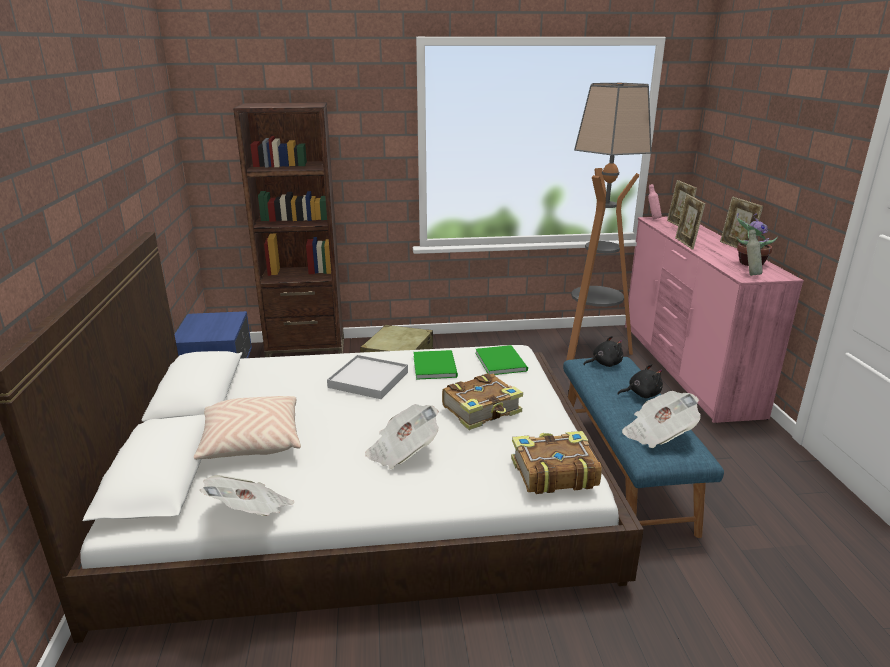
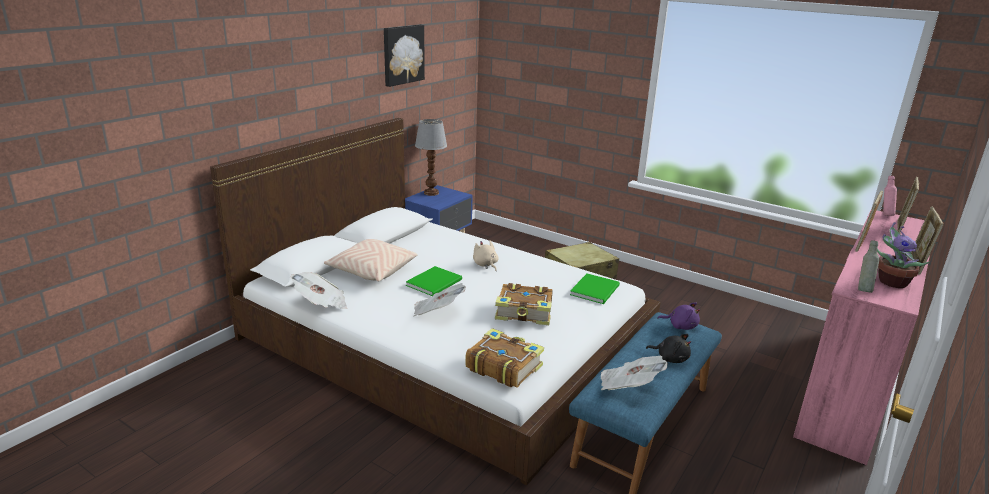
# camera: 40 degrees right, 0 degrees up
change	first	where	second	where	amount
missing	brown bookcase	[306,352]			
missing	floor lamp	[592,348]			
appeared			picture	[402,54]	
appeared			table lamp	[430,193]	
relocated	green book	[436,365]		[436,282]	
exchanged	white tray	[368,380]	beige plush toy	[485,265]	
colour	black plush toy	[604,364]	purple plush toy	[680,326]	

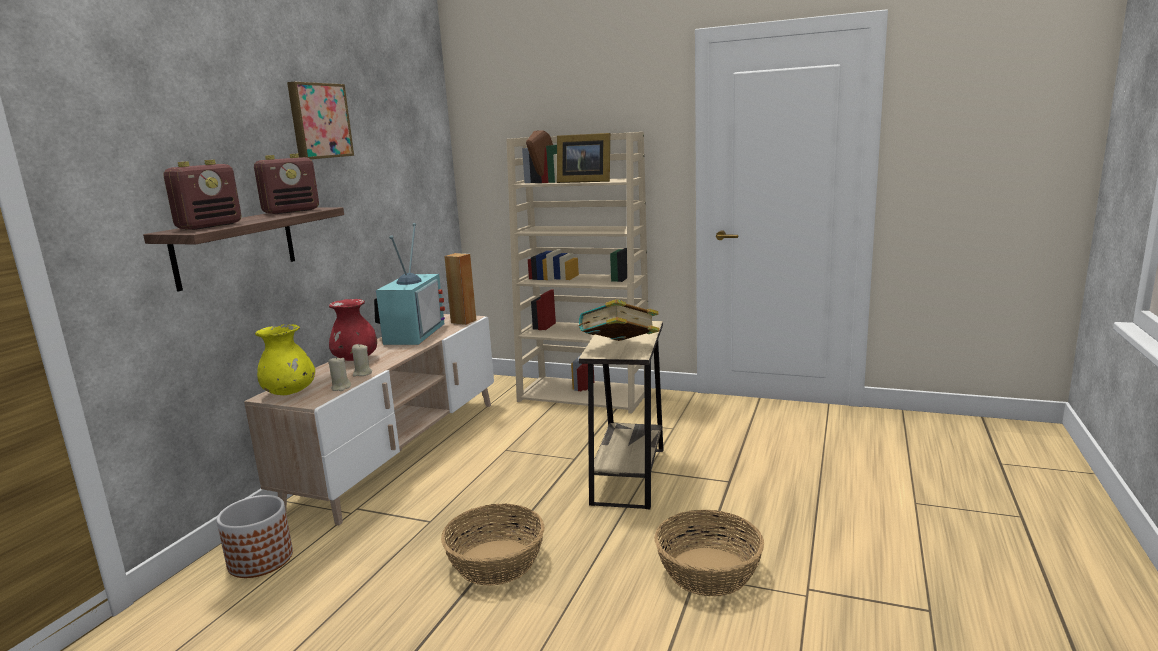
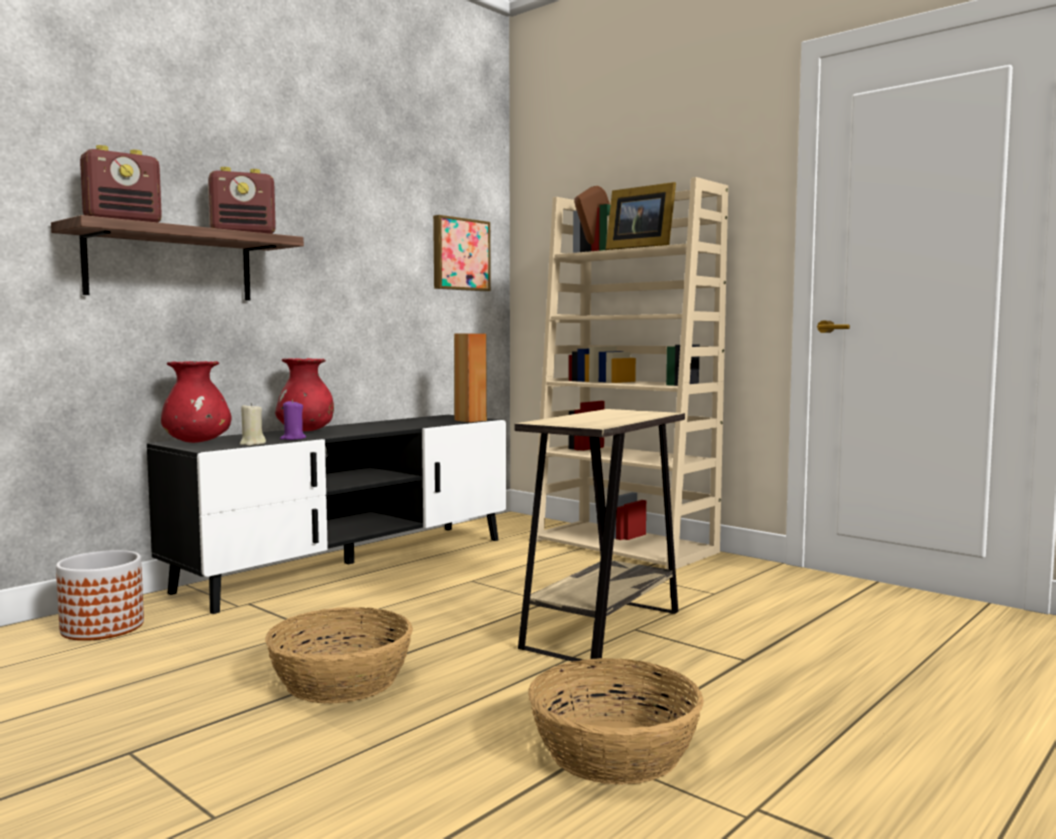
# camera: 20 degrees right, 10 degrees down
change	first	where	second	where	amount
missing	television	[411,333]			
missing	book	[619,348]			
relocated	picture	[319,121]		[459,254]	
colour	beige tv stand	[400,451]	black tv stand	[351,563]	
colour	yellow vase	[290,393]	red vase	[198,442]	
colour	beige candle	[362,373]	purple candle	[293,438]	

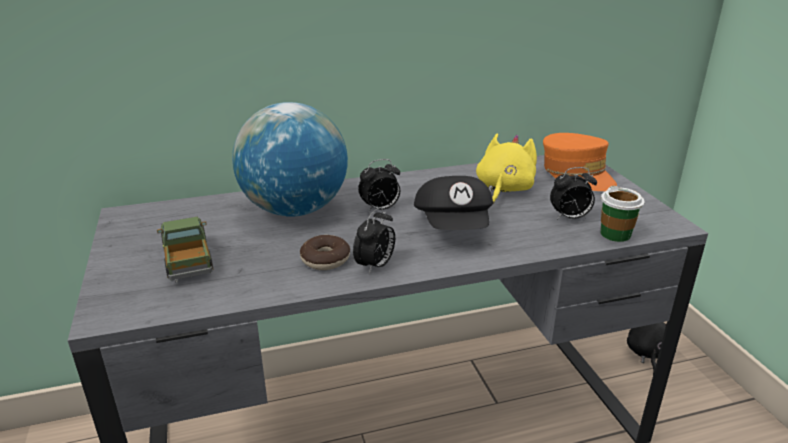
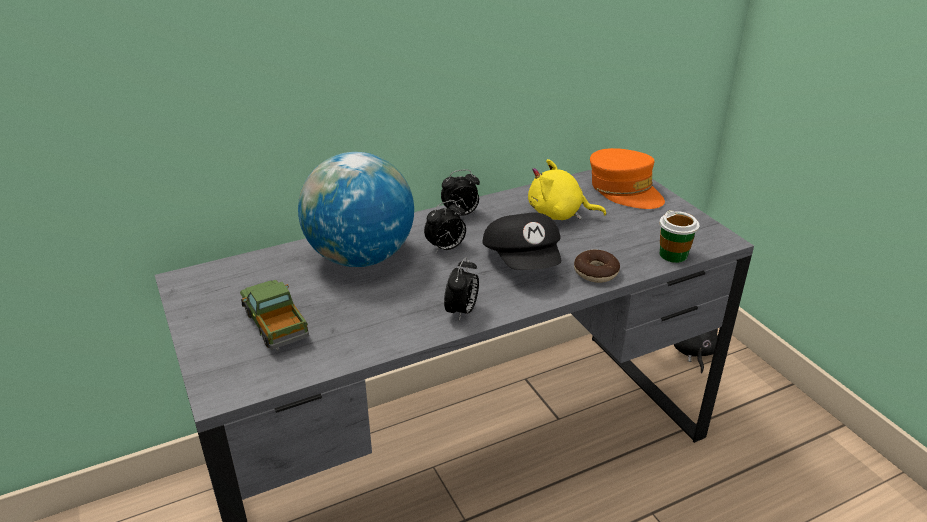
# camera: 10 degrees left, 5 degrees up
change	first	where	second	where	amount
relocated	donut	[325,259]		[596,272]	
relocated	alarm clock	[569,218]		[460,215]	
spun	yellow plush toy	[503,189]		[559,214]	90 degrees counterclockwise

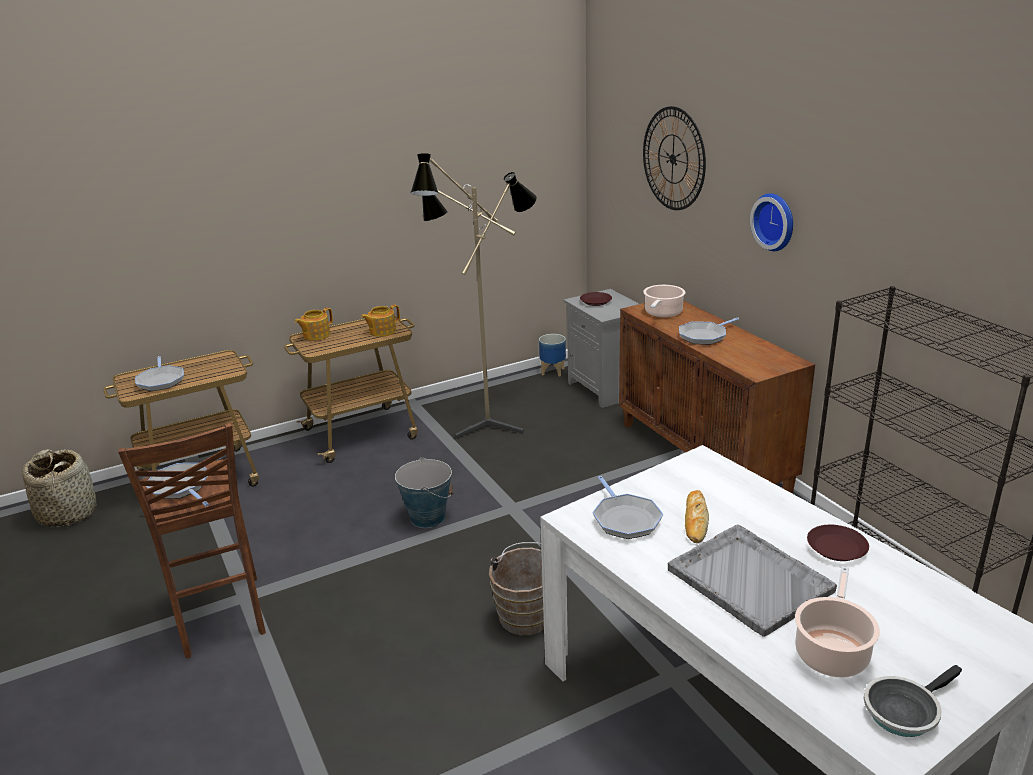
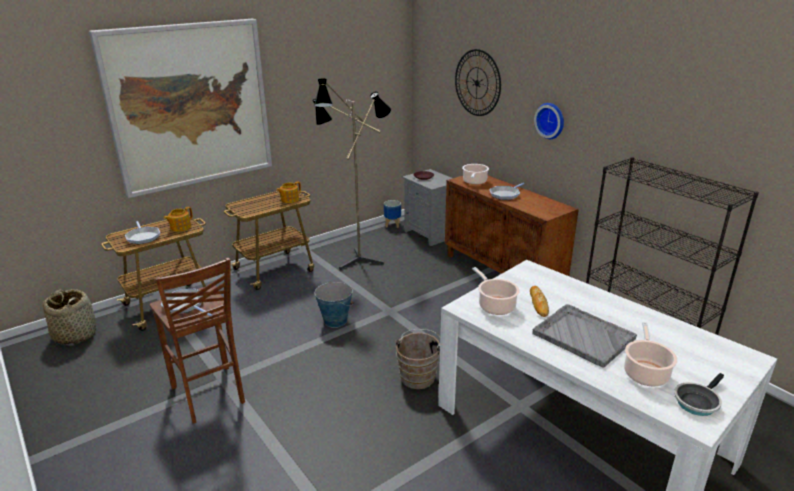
# camera: 10 degrees left, 0 degrees up
change	first	where	second	where	amount
missing	brown plate	[837,548]			
appeared			picture	[190,106]	
relocated	teapot	[316,335]		[180,227]	
exchanged	frying pan	[625,519]	cooking pot	[495,305]	

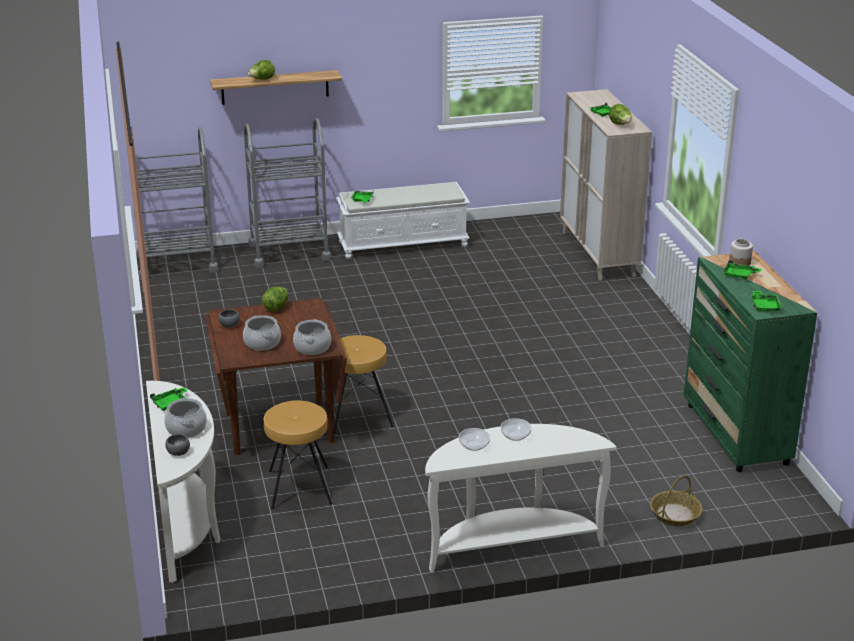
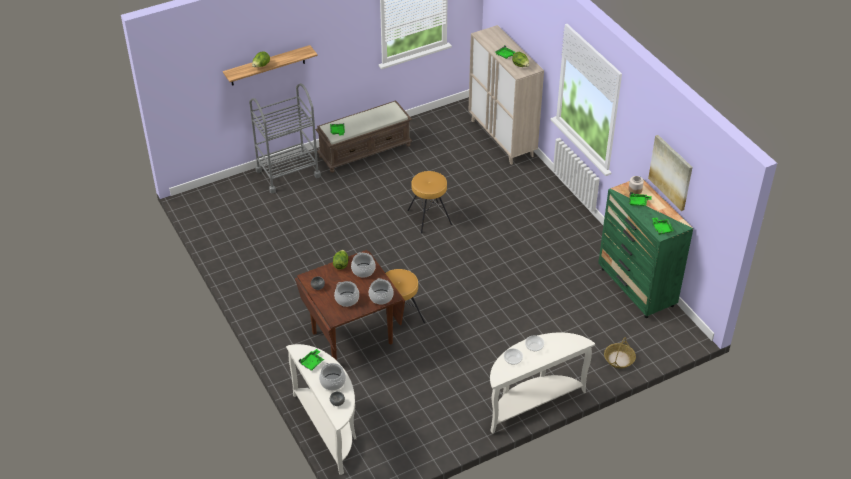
# camera: 15 degrees left, 15 degrees up
change	first	where	second	where	amount
missing	grey cart	[177,263]			
appeared			cooking pot	[363,270]	
appeared			picture	[671,172]	
relocated	brown stool	[299,487]		[429,217]	
colour	white bench	[403,243]	brown bench	[365,150]	

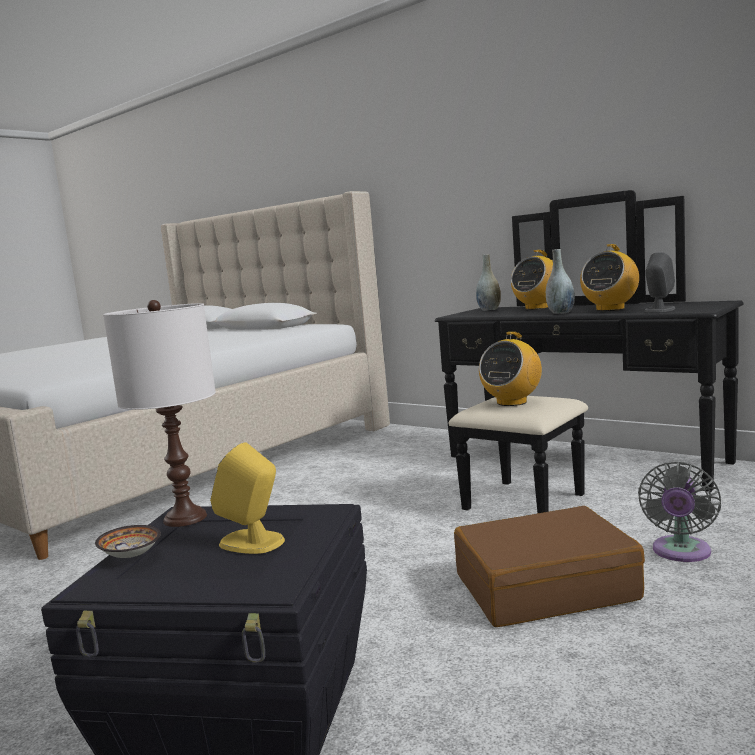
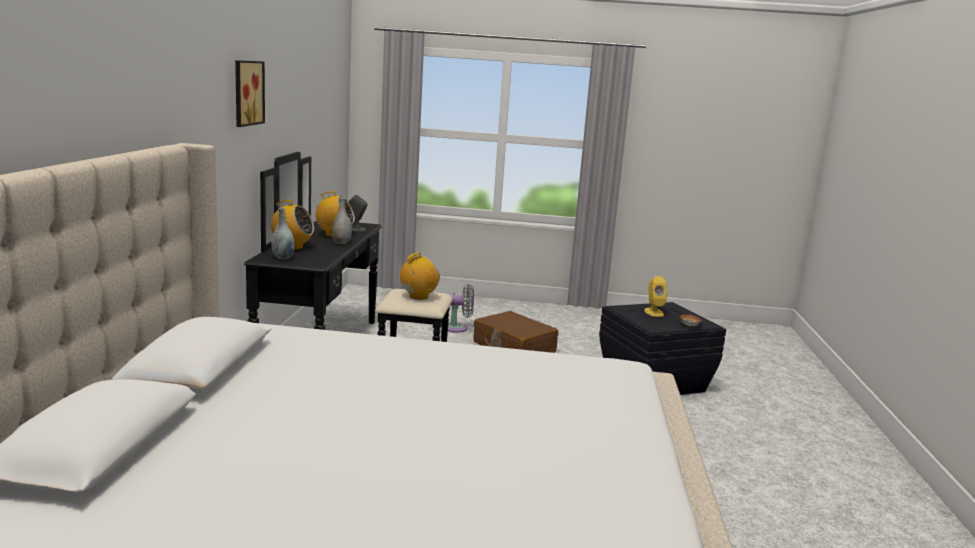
# camera: 125 degrees left, 5 degrees up
change	first	where	second	where	amount
missing	white table lamp	[185,518]			
appeared			picture	[246,92]	
spun	radio	[512,402]		[418,296]	45 degrees counterclockwise

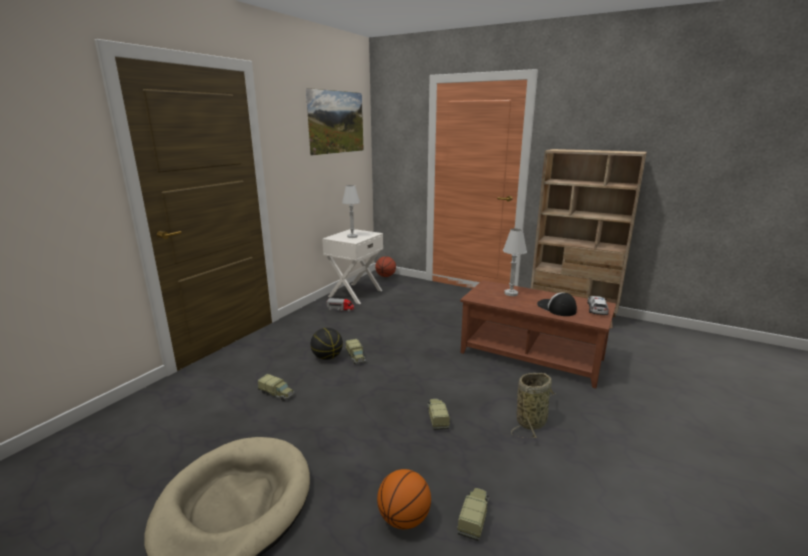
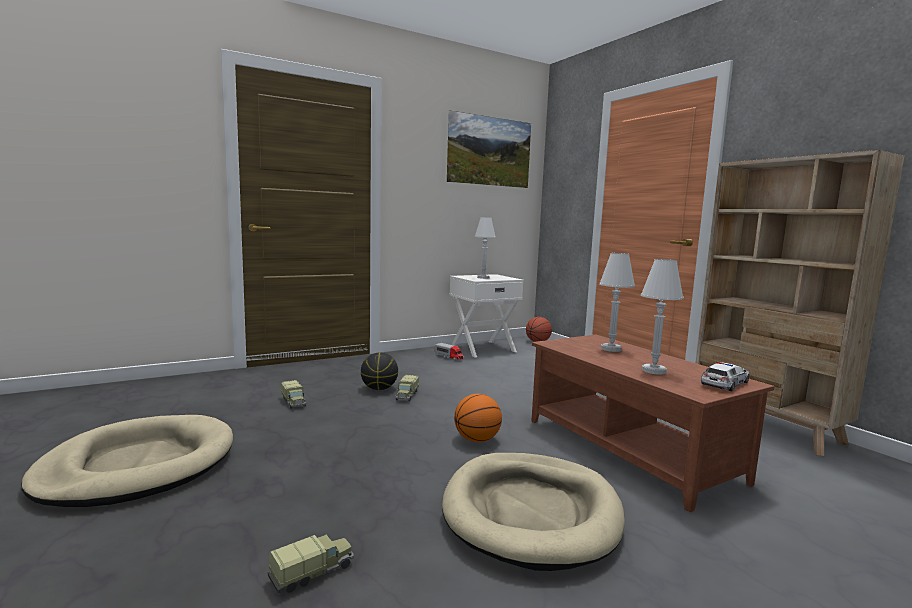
# camera: 30 degrees right, 10 degrees down
change	first	where	second	where	amount
missing	toy truck	[437,418]			
relocated	basketball	[404,518]		[477,440]	
exchanged	basket	[532,421]	beige dog bed	[531,512]	
exchanged	cap	[556,308]	white table lamp	[654,371]	

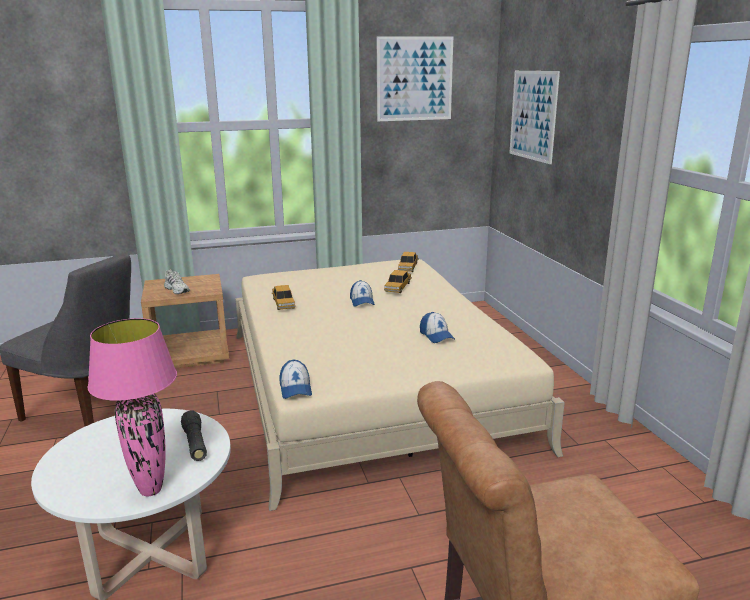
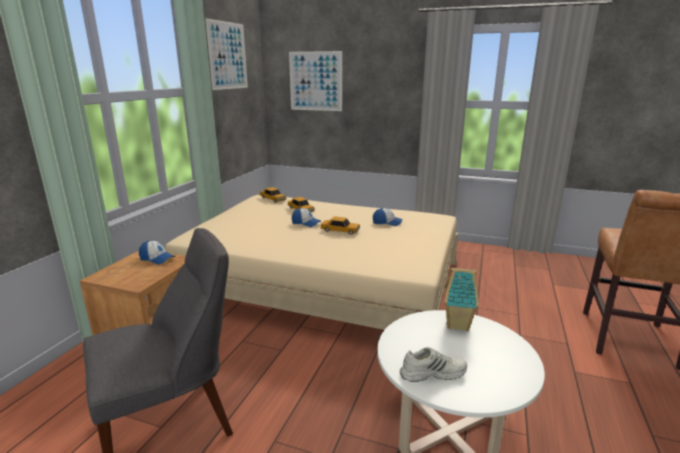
# camera: 55 degrees left, 0 degrees up
change	first	where	second	where	amount
missing	pink table lamp	[150,490]			
relocated	white shoe	[177,290]		[432,372]	
relocated	toy car	[283,303]		[340,230]	
relocated	cap	[295,388]		[157,259]	
exchanged	black flashlight	[195,444]	toy house	[458,324]	

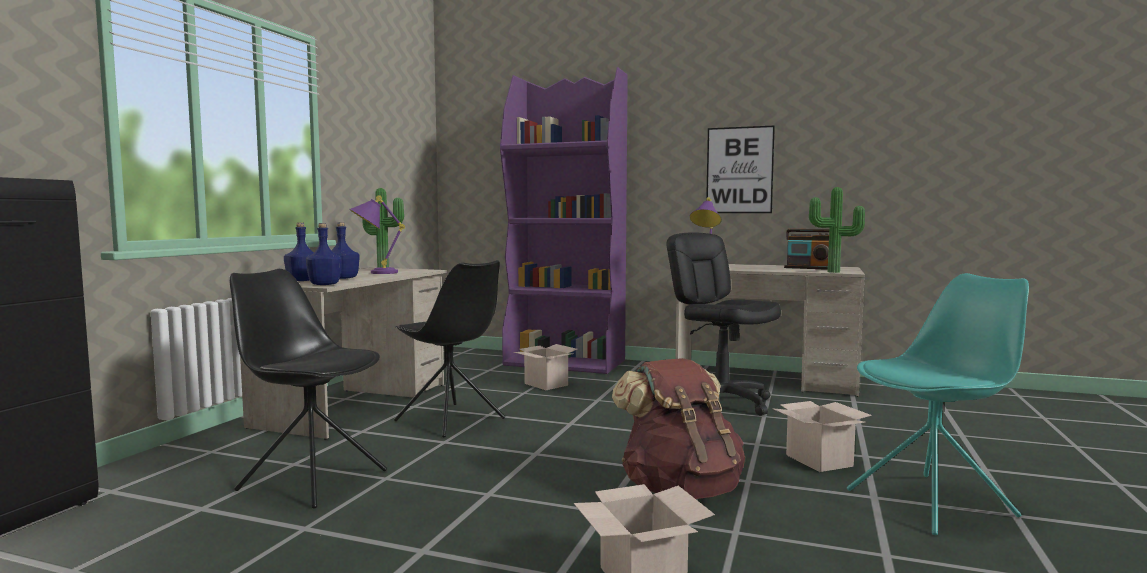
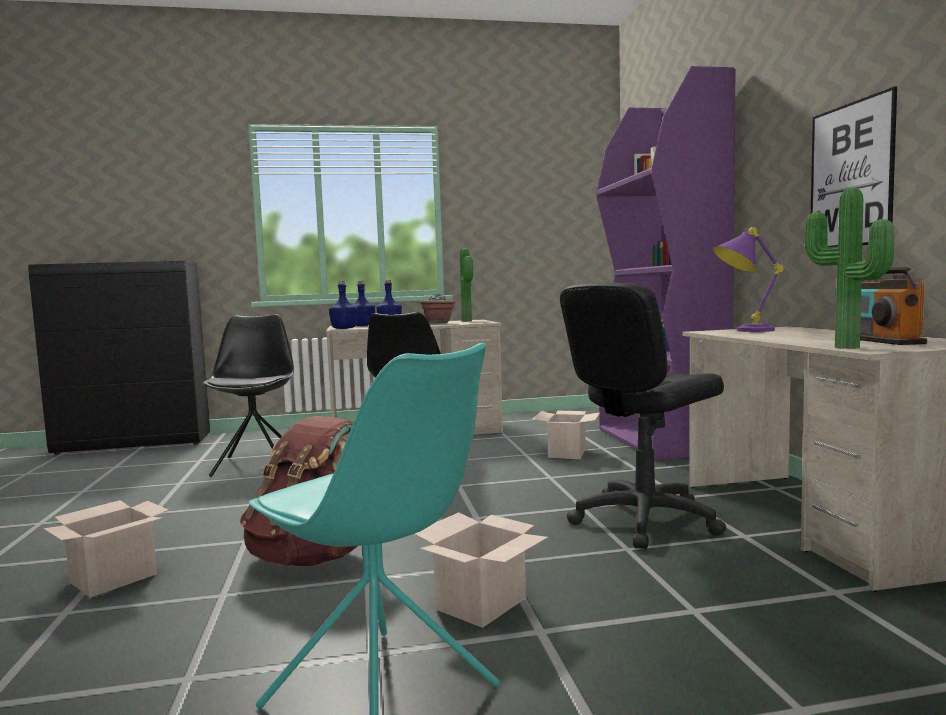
# camera: 60 degrees right, 0 degrees up
change	first	where	second	where	amount
exchanged	purple table lamp	[373,273]	potted plant	[438,323]	
spun	black office chair	[721,402]		[644,520]	150 degrees counterclockwise

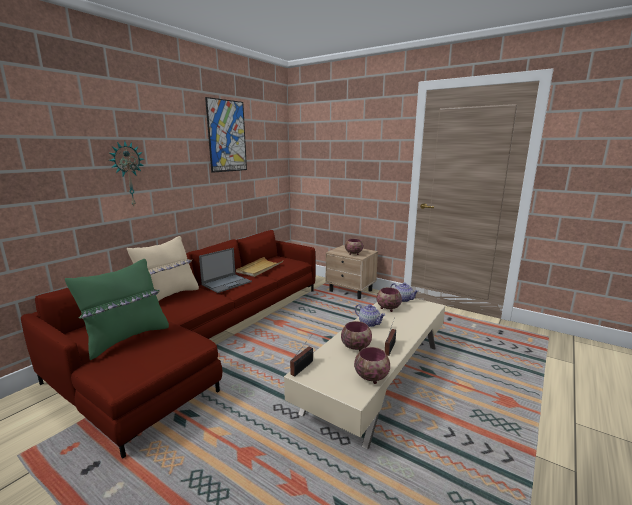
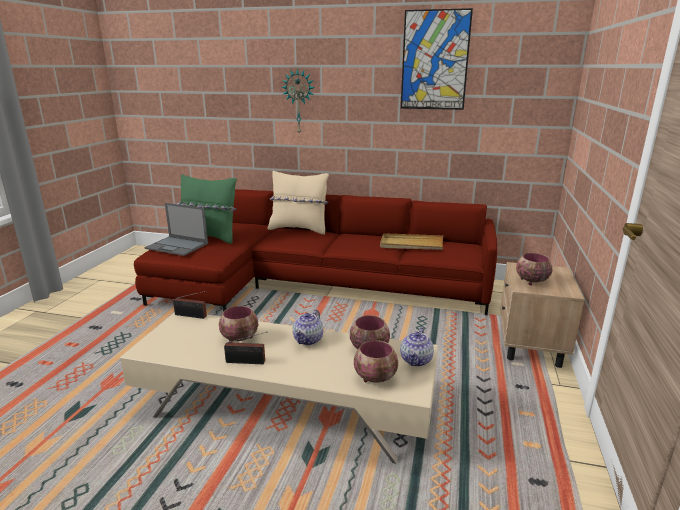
# camera: 70 degrees right, 5 degrees up
change	first	where	second	where	amount
relocated	laptop	[227,283]		[177,246]	
relocated	bowl	[371,377]		[376,378]	

